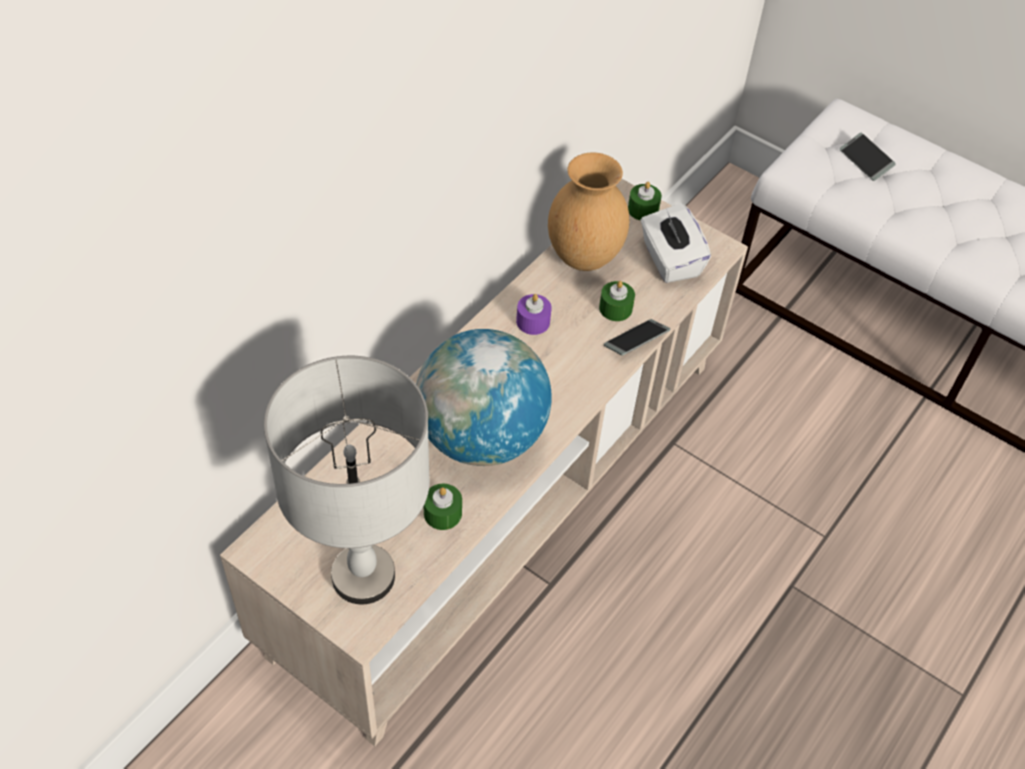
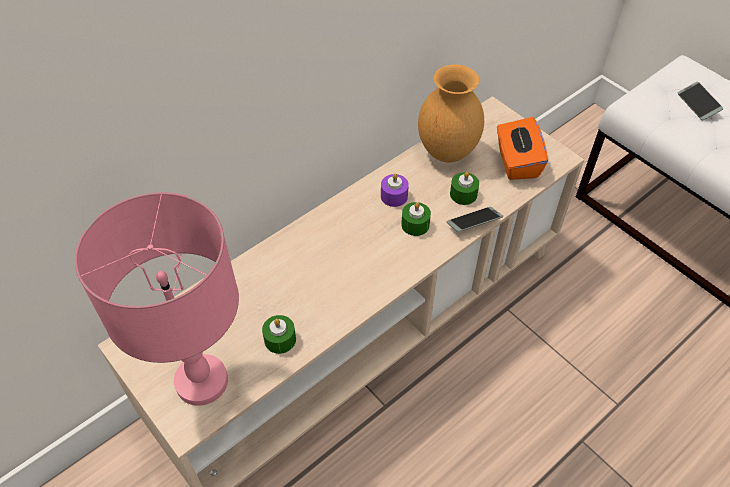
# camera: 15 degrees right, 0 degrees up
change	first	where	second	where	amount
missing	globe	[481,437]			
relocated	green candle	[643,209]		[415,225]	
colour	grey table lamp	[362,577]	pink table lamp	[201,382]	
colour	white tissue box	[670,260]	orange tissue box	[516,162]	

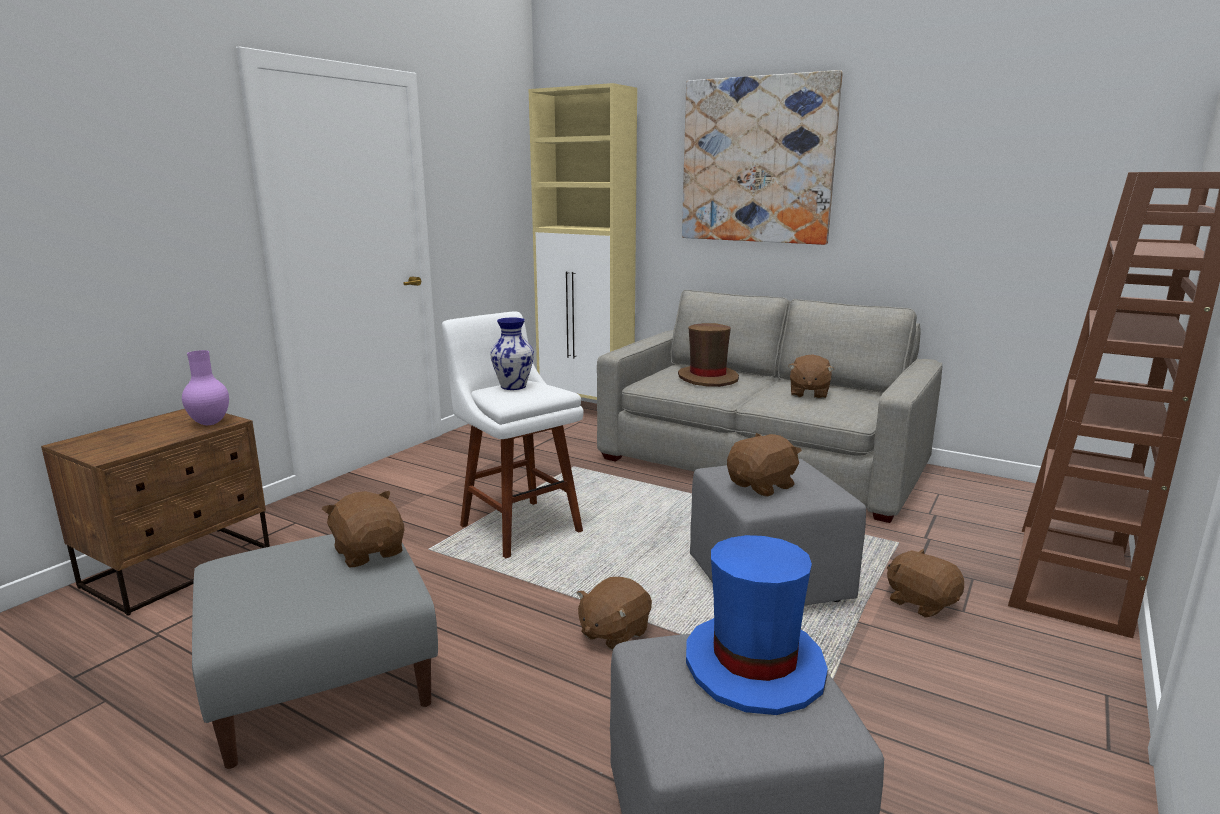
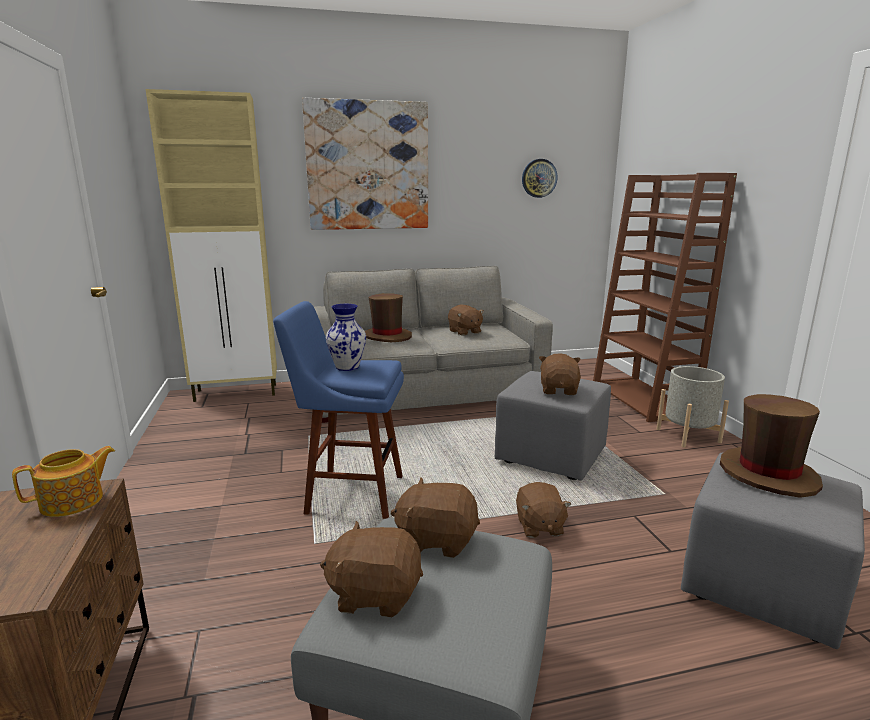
# camera: 45 degrees left, 0 degrees up
change	first	where	second	where	amount
appeared			wall clock	[539,178]	
appeared			grey planter	[688,435]	
relocated	brown plush toy	[921,602]		[375,594]	
exchanged	purple vase	[208,423]	teapot	[73,501]	
colour	white stool	[517,526]	blue stool	[349,493]	
colour	blue hat	[755,665]	brown hat	[768,474]	

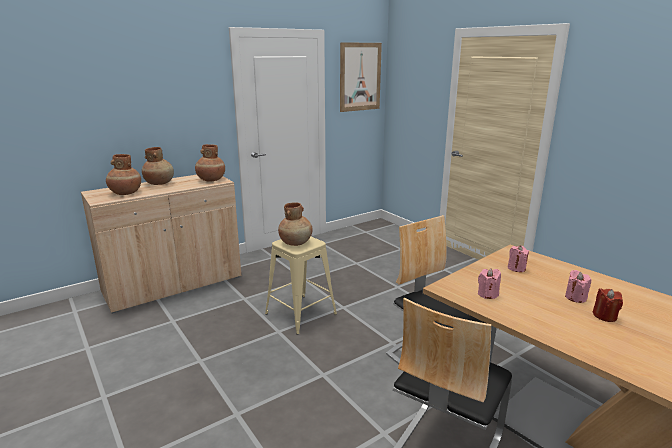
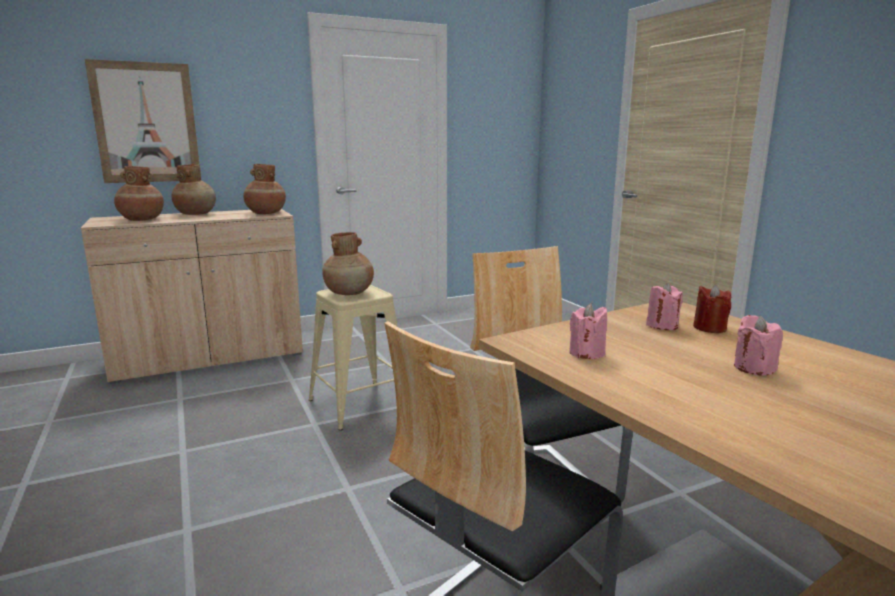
# camera: 10 degrees right, 5 degrees down
change	first	where	second	where	amount
relocated	picture	[360,77]		[146,123]	
relocated	red candle	[604,316]		[709,328]	

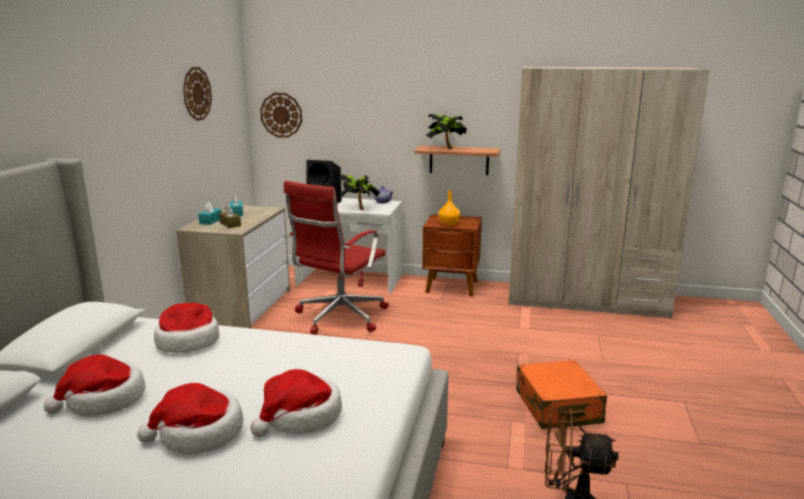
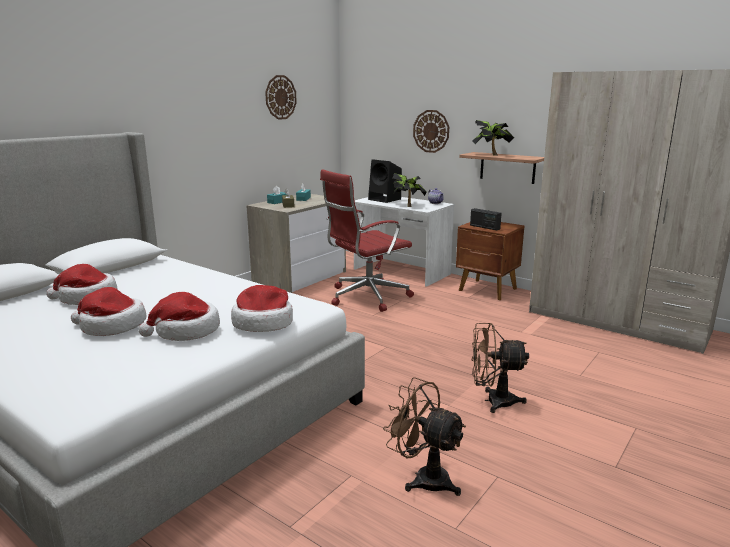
# camera: 25 degrees right, 0 degrees up
change	first	where	second	where	amount
relocated	hat	[188,341]		[263,323]	
relocated	wall clock	[281,115]		[431,131]	
exchanged	orange vase	[449,224]	radio	[484,227]	
exchanged	orange suitcase	[557,407]	brown fan	[493,401]	

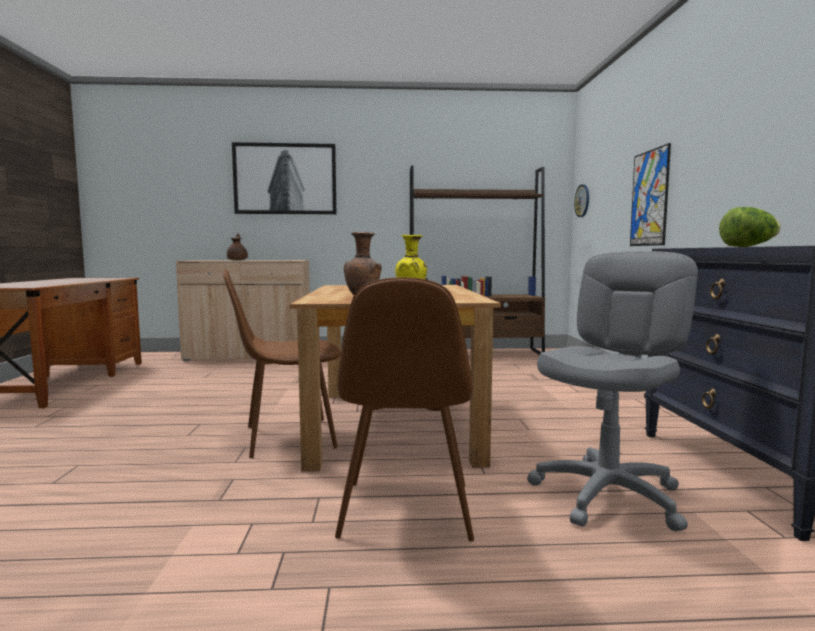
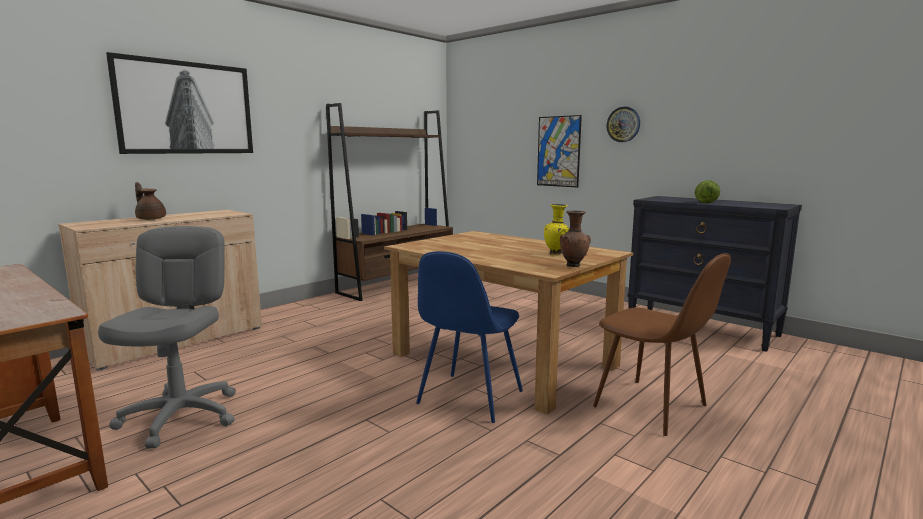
# camera: 45 degrees left, 5 degrees up
change	first	where	second	where	amount
relocated	grey office chair	[608,496]		[181,417]	
relocated	wall clock	[582,200]		[623,124]	
colour	brown chair	[286,437]	blue chair	[469,398]	

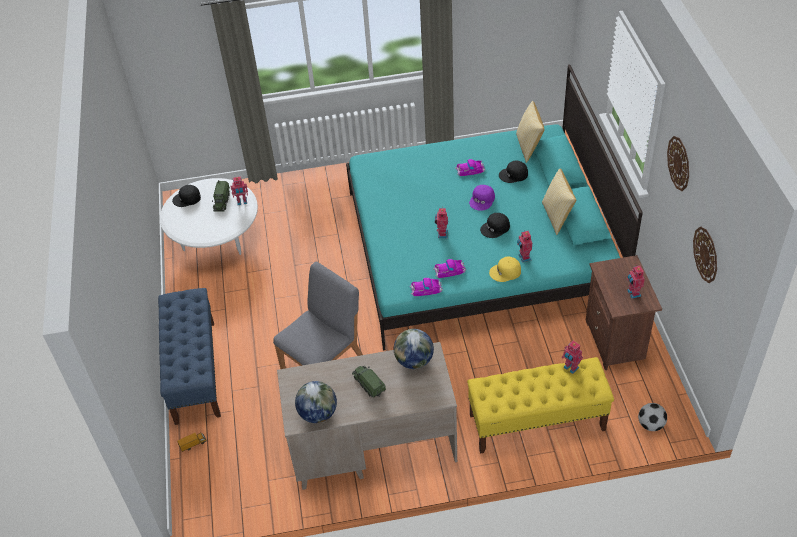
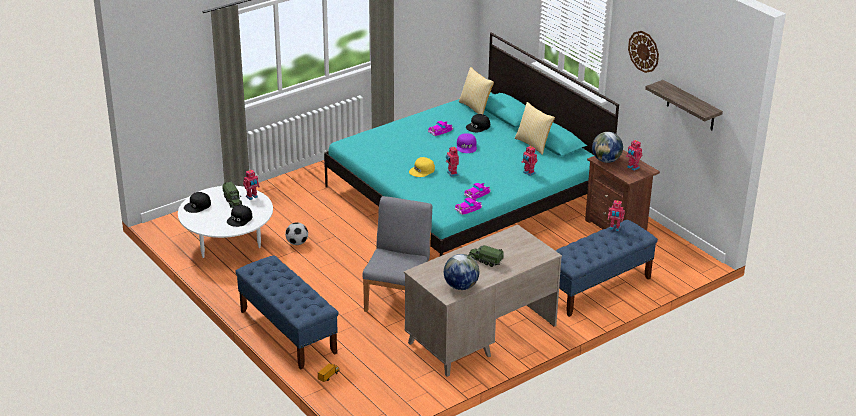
# camera: 30 degrees left, 15 degrees down
change	first	where	second	where	amount
relocated	globe	[414,361]		[606,160]	
relocated	black cap	[495,228]		[240,219]	
relocated	yellow cap	[505,272]		[422,170]	
relocated	football	[650,425]		[297,243]	
exchanged	wall clock	[706,254]	shelf	[691,106]	
colour	yellow bench	[536,422]	blue bench	[596,288]	

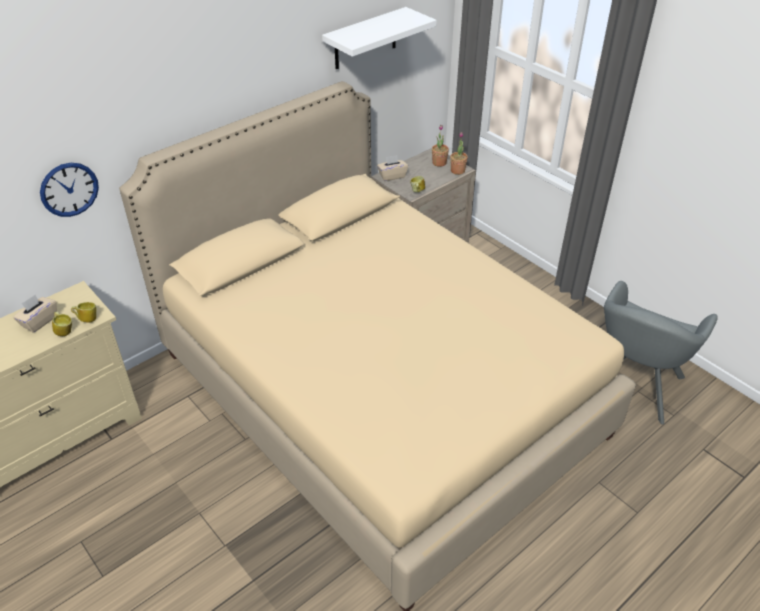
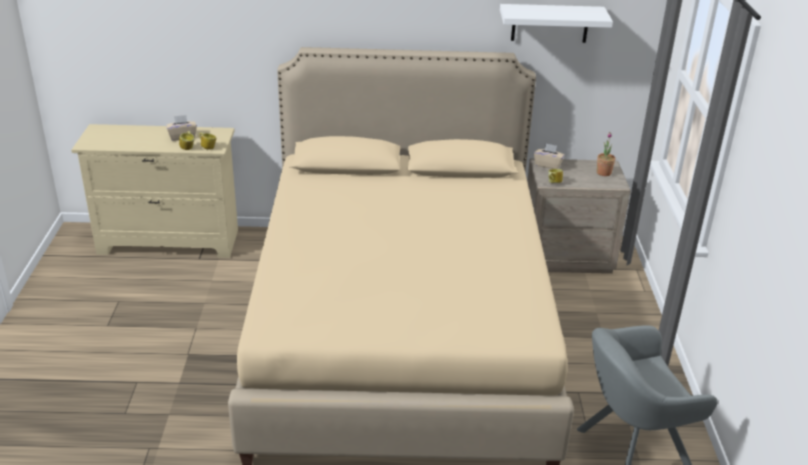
# camera: 40 degrees right, 10 degrees down
change	first	where	second	where	amount
missing	wall clock	[69,189]			
missing	potted plant	[457,171]			

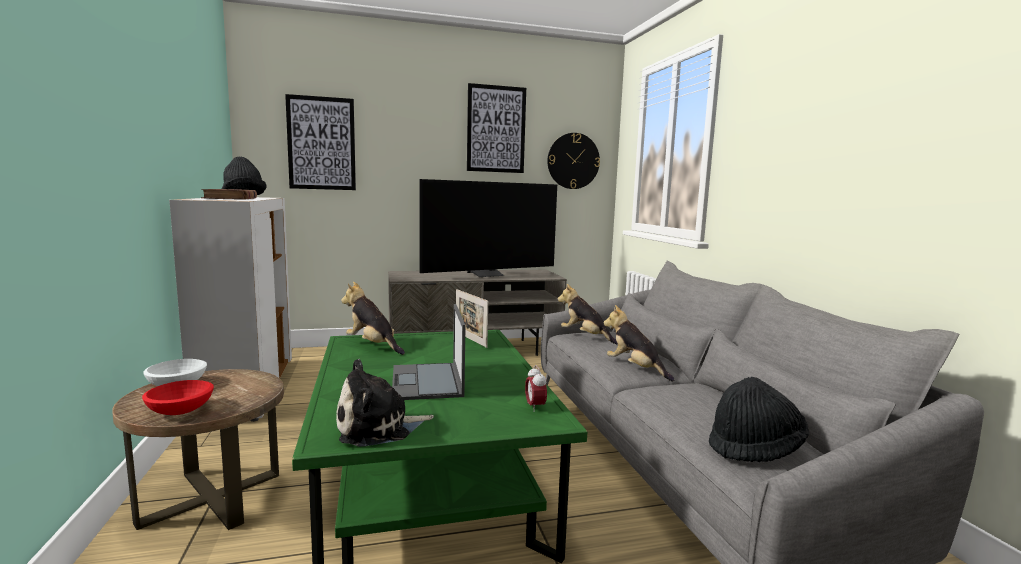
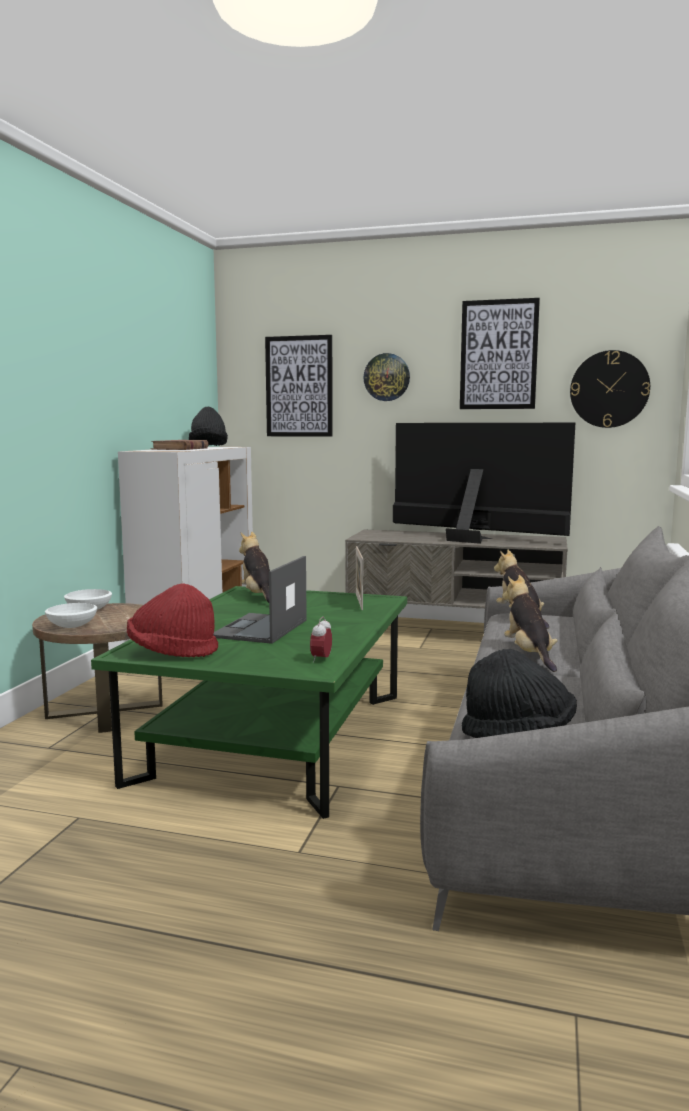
# camera: 30 degrees right, 0 degrees up
change	first	where	second	where	amount
appeared			wall clock	[386,377]	
exchanged	plush toy	[378,428]	red hat	[172,652]	
colour	red bowl	[181,410]	white bowl	[73,626]	
spun	television	[488,275]		[471,539]	150 degrees counterclockwise

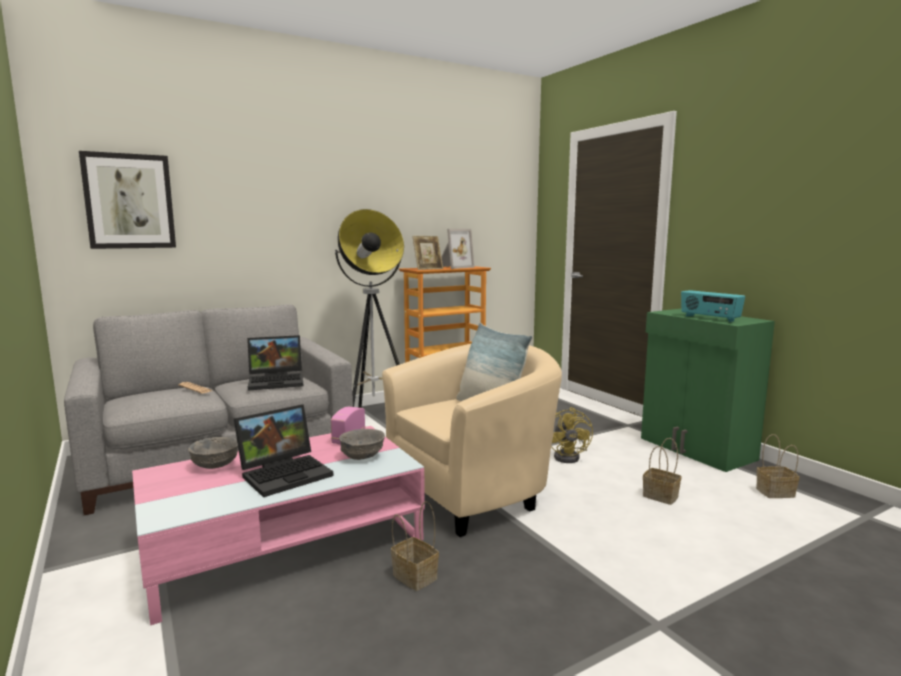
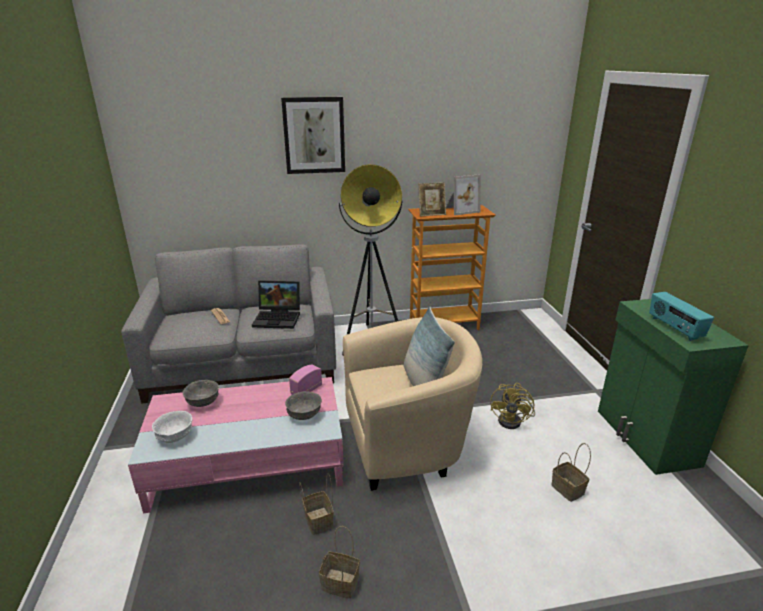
# camera: 20 degrees right, 15 degrees up
change	first	where	second	where	amount
missing	laptop	[286,473]			
appeared			white bowl	[175,437]	
relocated	picture	[129,201]		[314,135]	
relocated	basket	[774,493]		[338,583]	

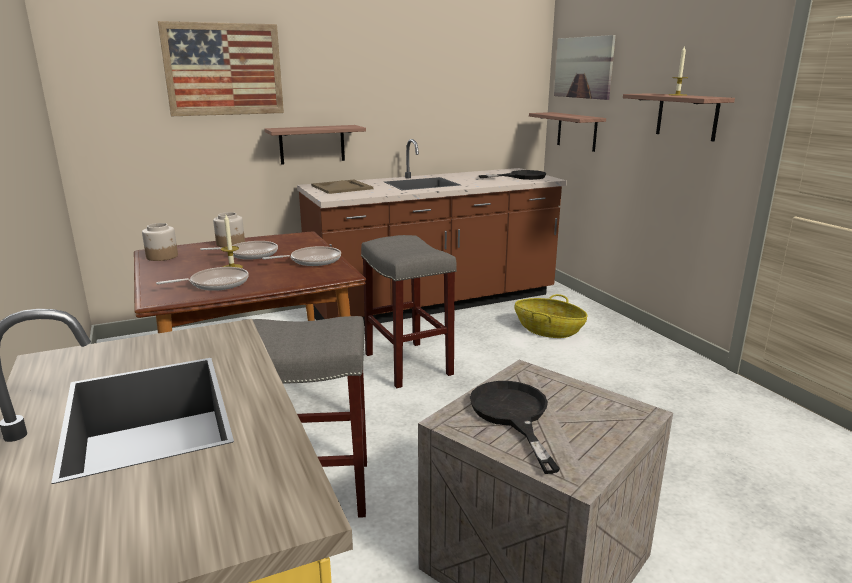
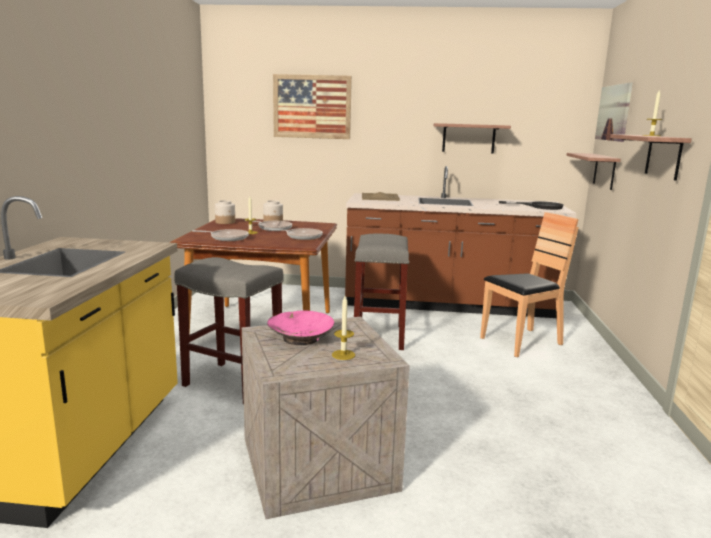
# camera: 30 degrees right, 5 degrees down
change	first	where	second	where	amount
appeared			candle	[343,355]	
relocated	shelf	[312,144]		[468,138]	
exchanged	black frying pan	[512,415]	pink bowl	[300,338]	
exchanged	basket	[548,330]	brown chair	[521,342]	

